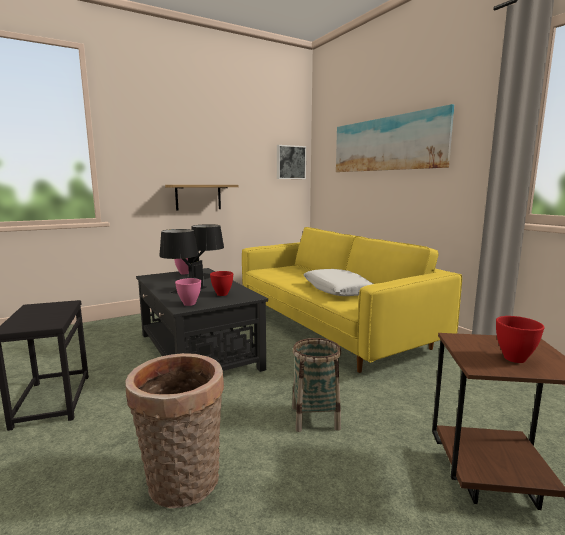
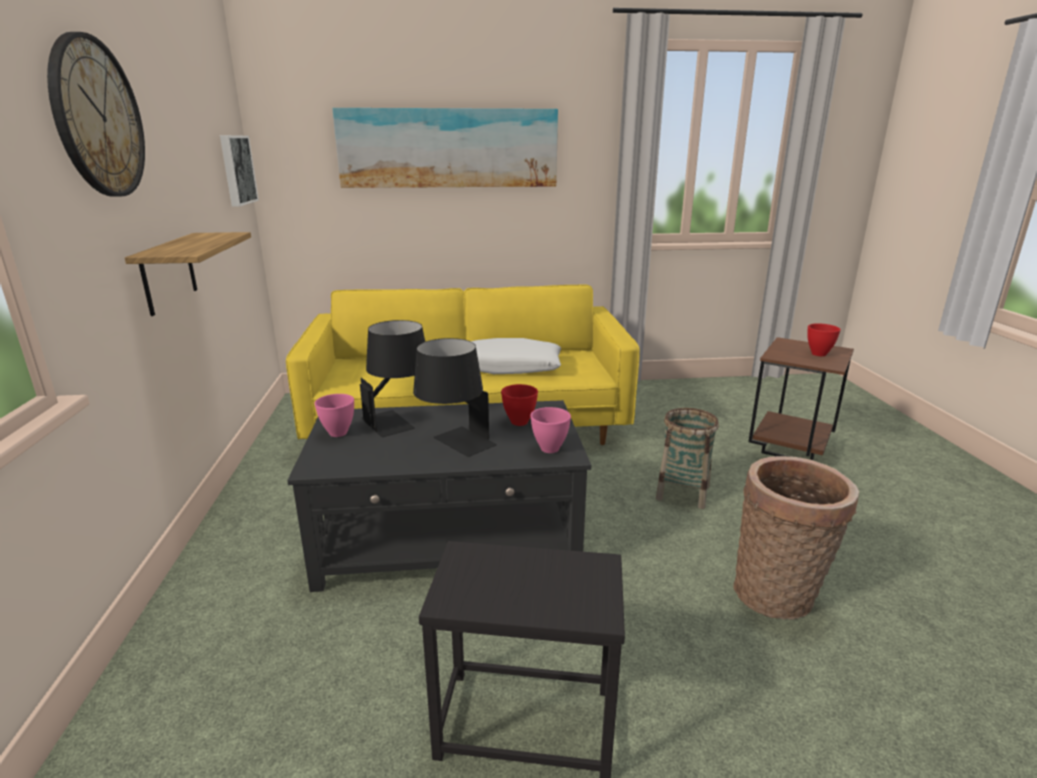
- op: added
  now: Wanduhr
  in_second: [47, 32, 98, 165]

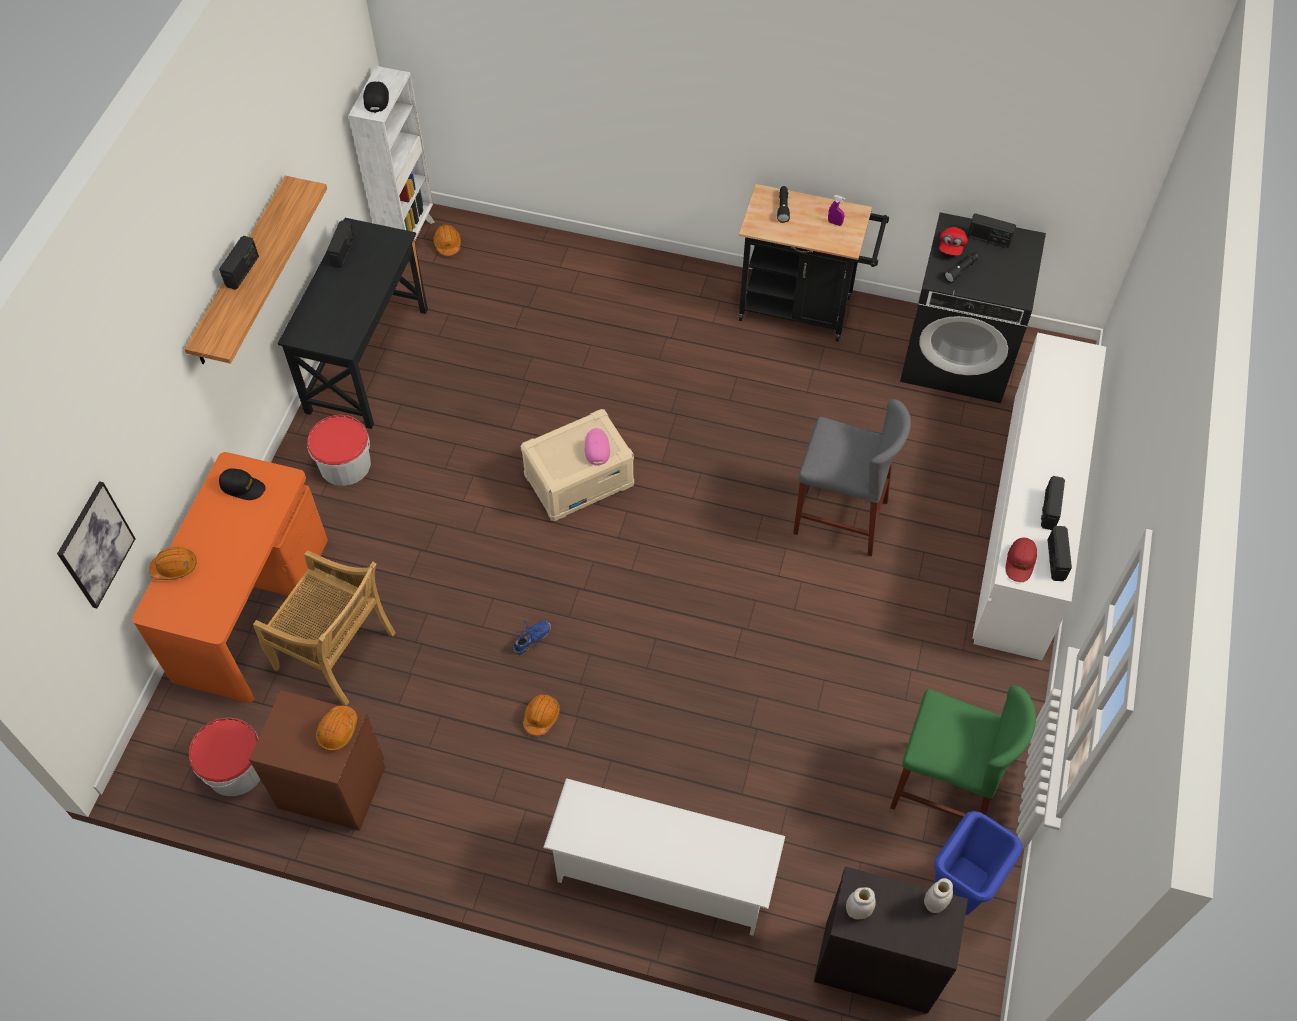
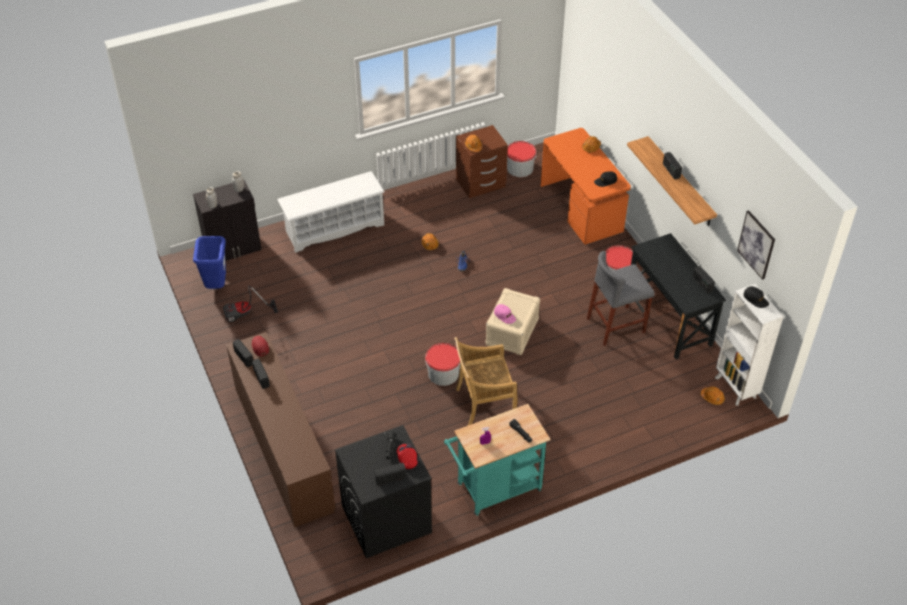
- op: recoloured
  was: Rollwagen/schwarz
  now: Rollwagen/türkis
  in_first: [739, 184, 150, 158]
  in_second: [444, 404, 106, 112]
- op: recoloured
  was: Kommode/weiß
  now: Kommode/braun
  in_first: [972, 333, 134, 327]
  in_second: [226, 332, 109, 196]
- op: moved
  was: Hocker/grau
  in_first: [793, 399, 118, 158]
  in_second: [587, 251, 68, 95]
- op: moved
  was: Bild
  in_first: [57, 481, 79, 127]
  in_second: [737, 210, 38, 70]
- op: moved
  was: Stuhl/beige
  in_first: [253, 550, 143, 156]
  in_second: [454, 337, 63, 88]
- op: replaced
  was: Hocker/grün
  now: Staubsauger
  in_first: [890, 686, 146, 132]
  in_second: [223, 285, 55, 37]
- op: added
  now: Eimer
  in_second: [425, 343, 35, 43]

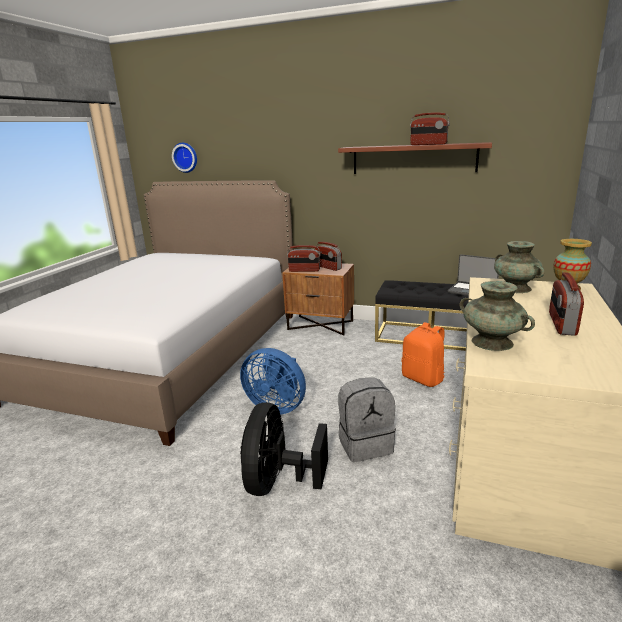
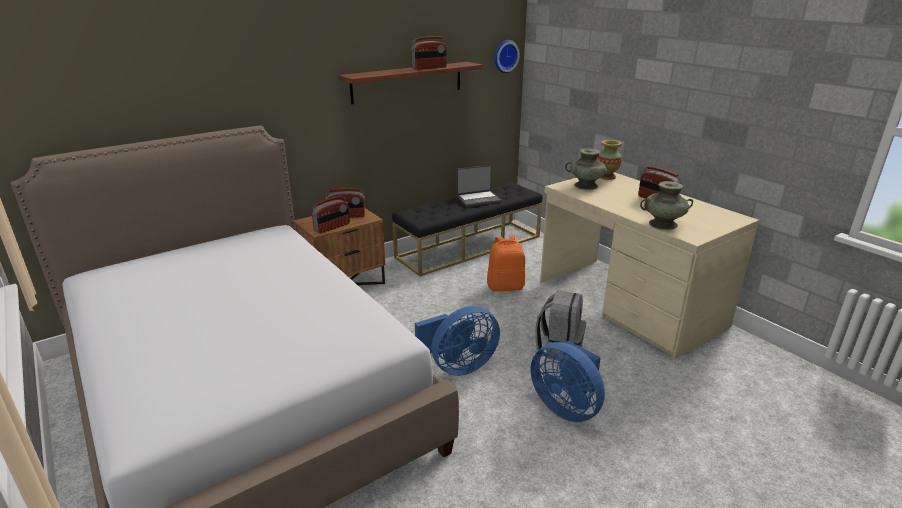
- op: moved
  was: Wanduhr
  in_first: [172, 143, 25, 30]
  in_second: [494, 40, 26, 33]
- op: recoloured
  was: Ventilator/schwarz
  now: Ventilator/blau
  in_first: [240, 402, 88, 94]
  in_second: [530, 341, 75, 81]

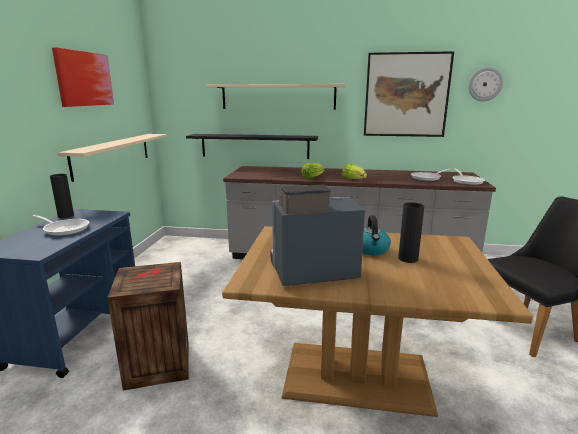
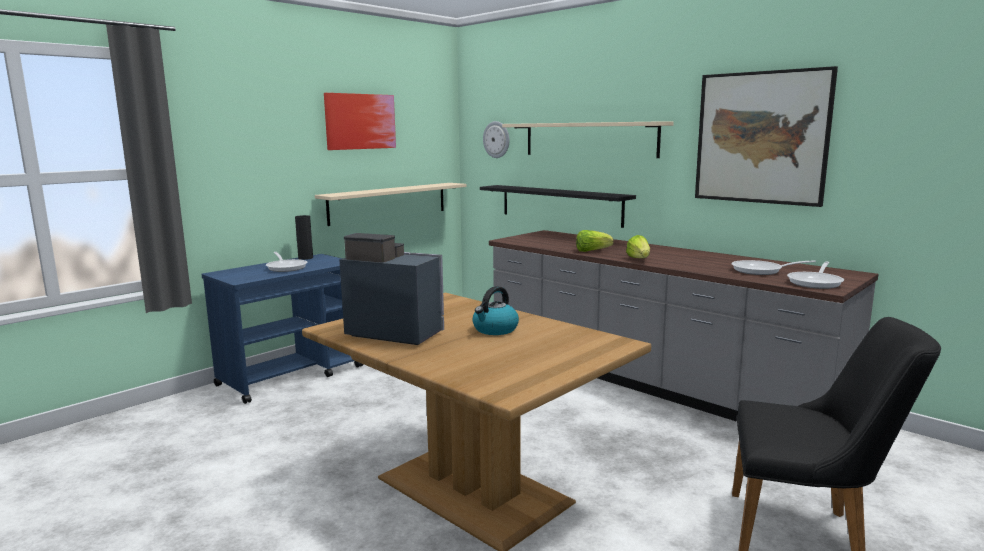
- op: moved
  was: Wanduhr
  in_first: [468, 67, 35, 34]
  in_second: [483, 121, 27, 37]
- op: removed
  was: Vase/schwarz
  in_first: [398, 202, 26, 61]
- op: removed
  was: Kiste
  in_first: [107, 262, 82, 128]

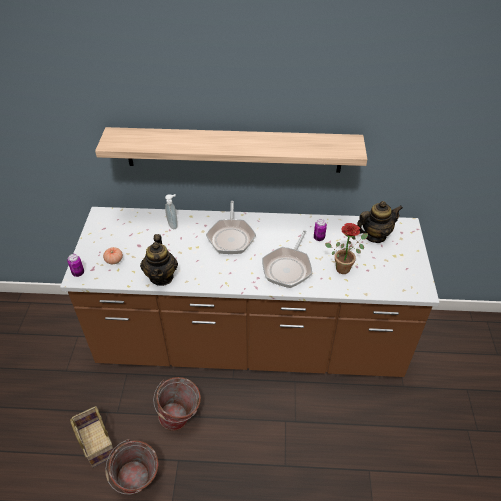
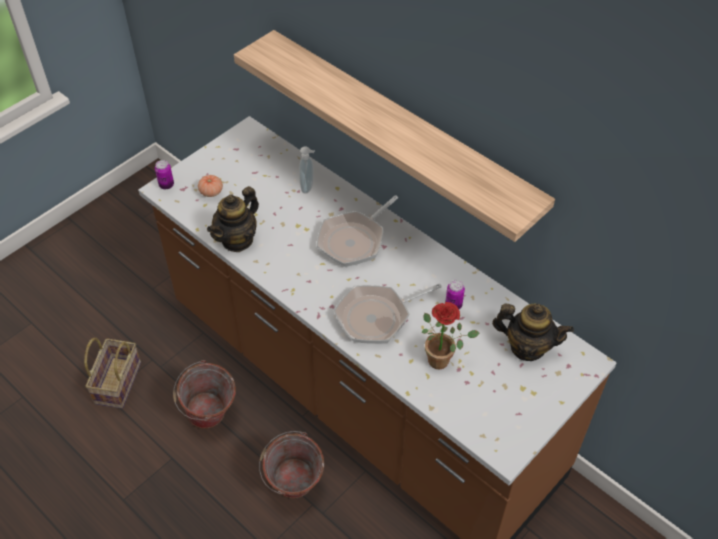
- op: moved
  was: Eimer
  in_first: [105, 439, 53, 55]
  in_second: [259, 431, 65, 68]

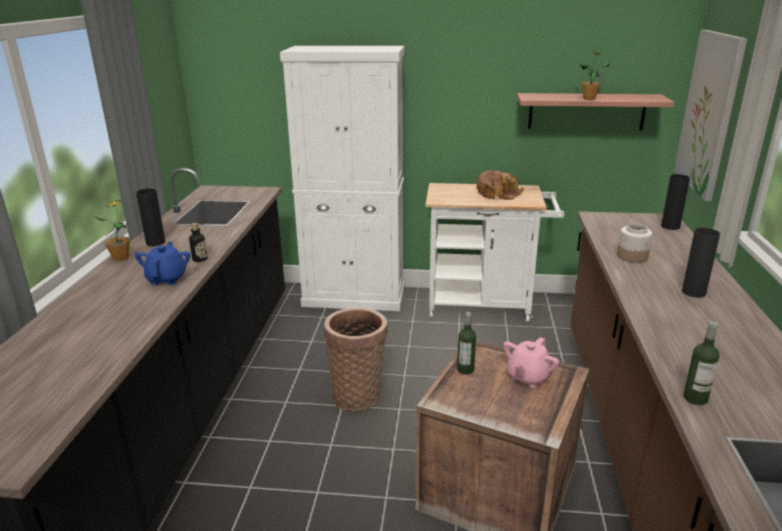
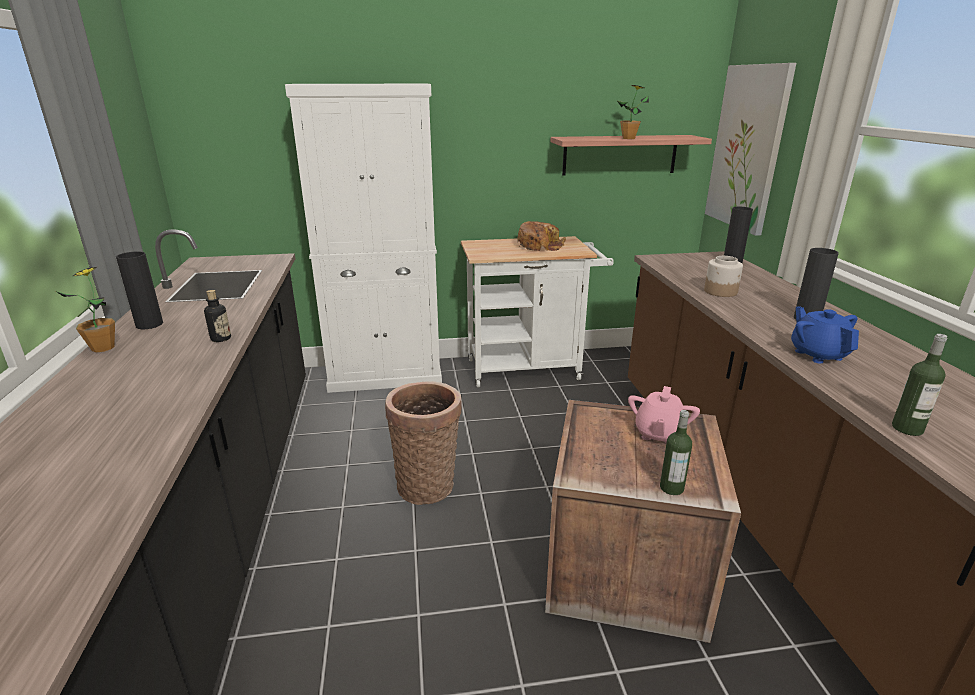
- op: moved
  was: Teekanne/blau
  in_first: [135, 242, 55, 44]
  in_second: [791, 306, 68, 58]
- op: moved
  was: Flasche
  in_first: [457, 312, 19, 63]
  in_second: [660, 410, 32, 85]

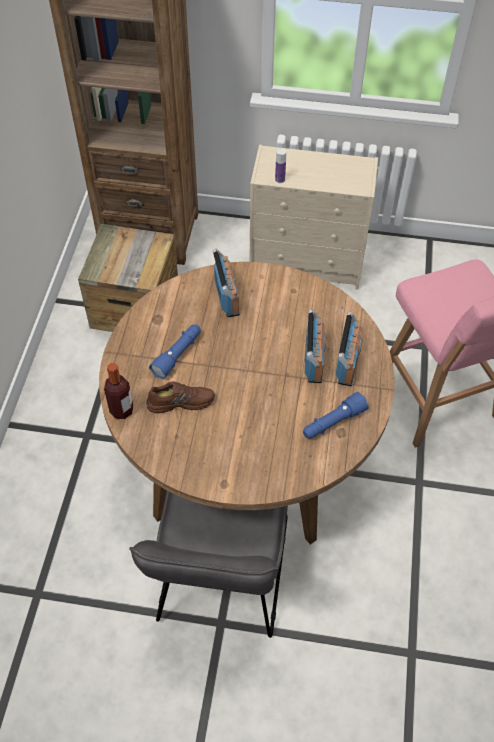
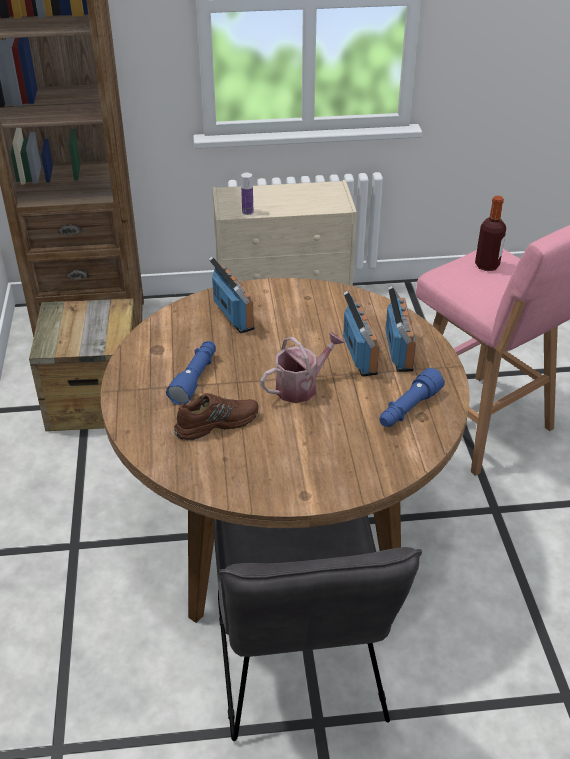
- op: moved
  was: Flasche
  in_first: [104, 363, 29, 56]
  in_second: [475, 196, 31, 75]
- op: added
  now: Gießkanne
  in_second: [260, 332, 85, 71]

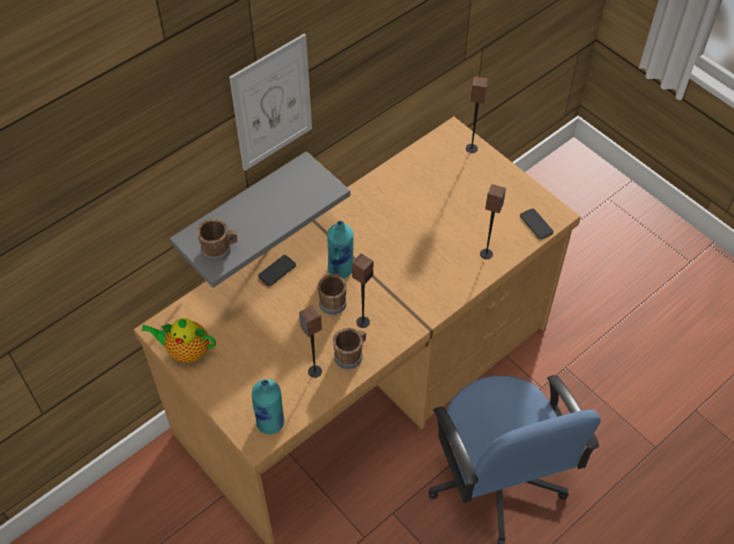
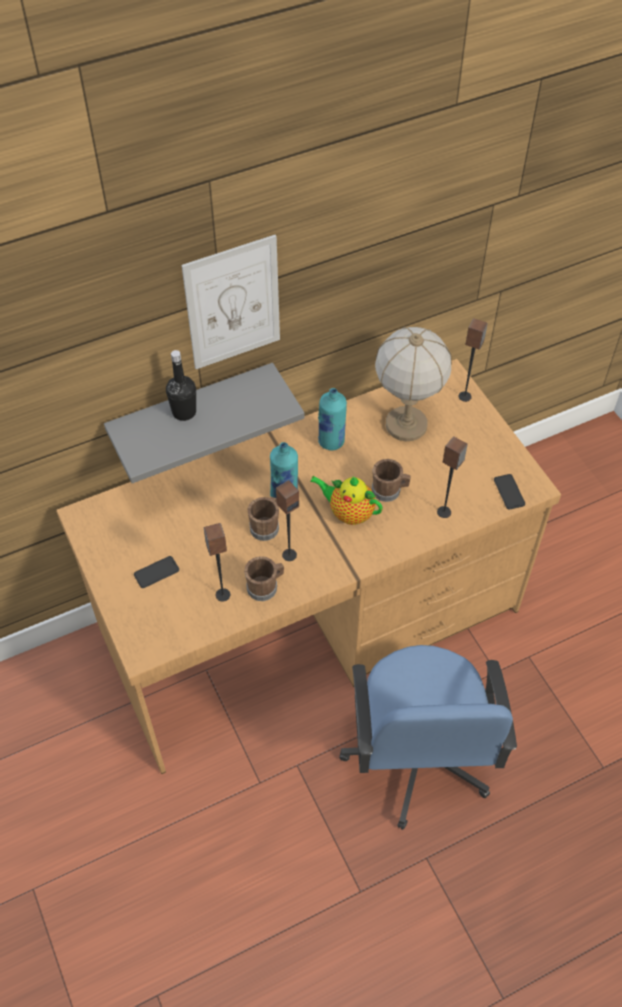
- op: moved
  was: Henkelbecher/braun
  in_first: [197, 219, 40, 43]
  in_second: [372, 459, 38, 43]
- op: moved
  was: Handy
  in_first: [258, 255, 38, 31]
  in_second: [134, 556, 45, 32]
- op: moved
  was: Teekanne
  in_first: [141, 318, 75, 45]
  in_second: [310, 476, 73, 49]
- op: moved
  was: Flasche/türkis
  in_first: [252, 379, 32, 55]
  in_second: [318, 388, 29, 63]
- op: added
  now: Tischlampe
  in_second: [375, 327, 77, 114]
- op: added
  now: Flasche/schwarz
  in_second: [166, 350, 30, 71]

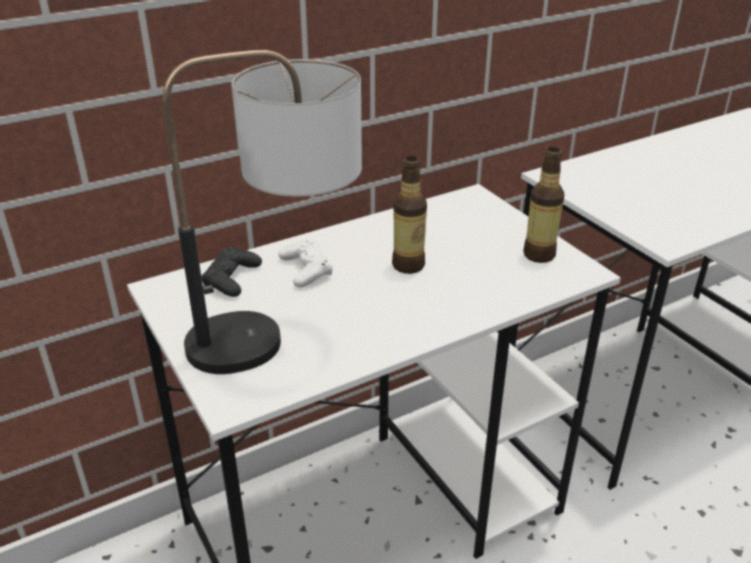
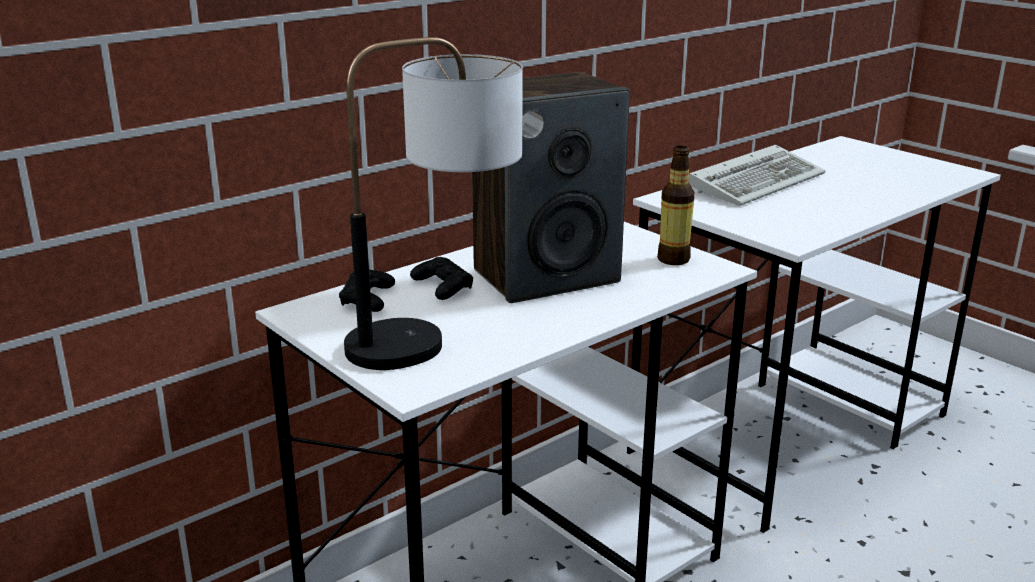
- op: replaced
  was: Flasche
  now: Lautsprecher
  in_first: [392, 156, 35, 118]
  in_second: [472, 72, 158, 231]
- op: recoloured
  was: Gamepad/weiß
  now: Gamepad/schwarz
  in_first: [279, 239, 54, 49]
  in_second: [410, 257, 63, 43]
- op: added
  now: Tastatur
  in_second: [688, 145, 138, 61]

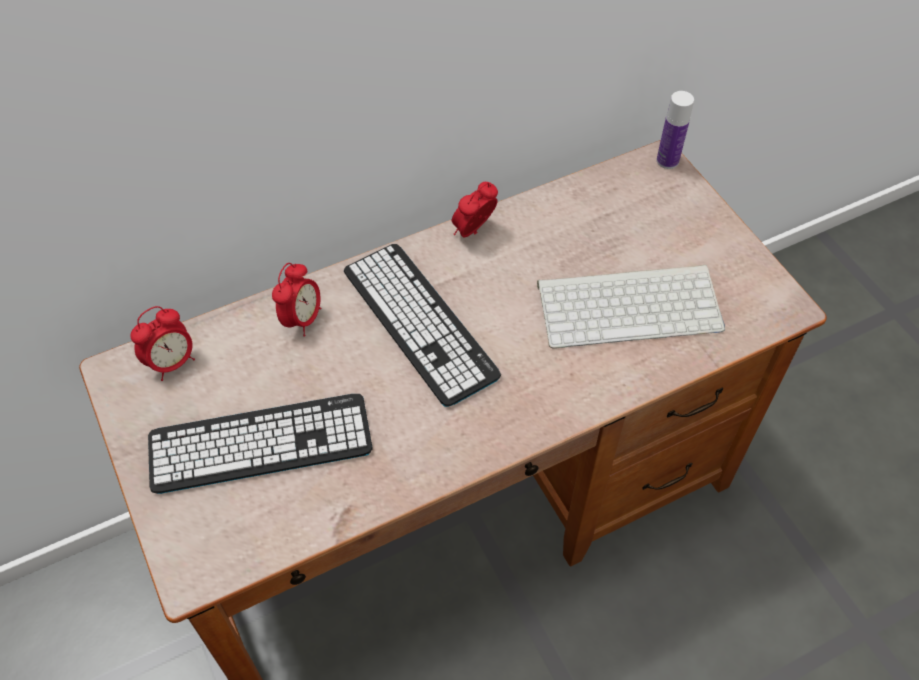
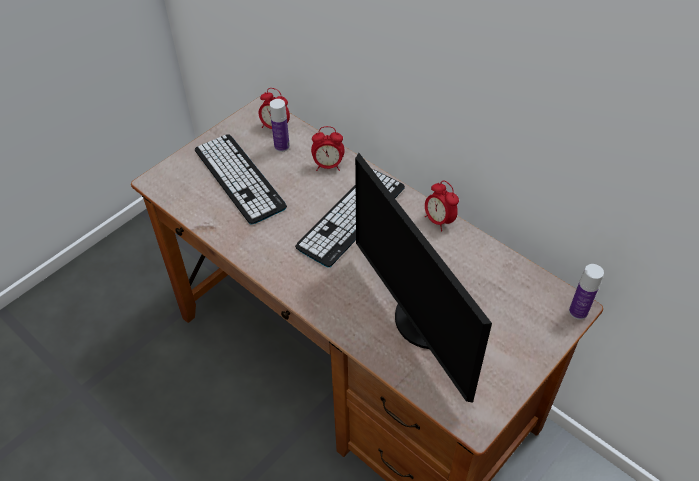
- op: turned
  was: Wecker
  in_first: [452, 182, 46, 56]
  in_second: [425, 181, 34, 51]
  clockwise: -150
- op: replaced
  was: Tastatur
  now: Monitor
  in_first: [537, 265, 188, 83]
  in_second: [355, 153, 137, 250]
- op: added
  now: Flasche
  in_second: [270, 99, 20, 53]

